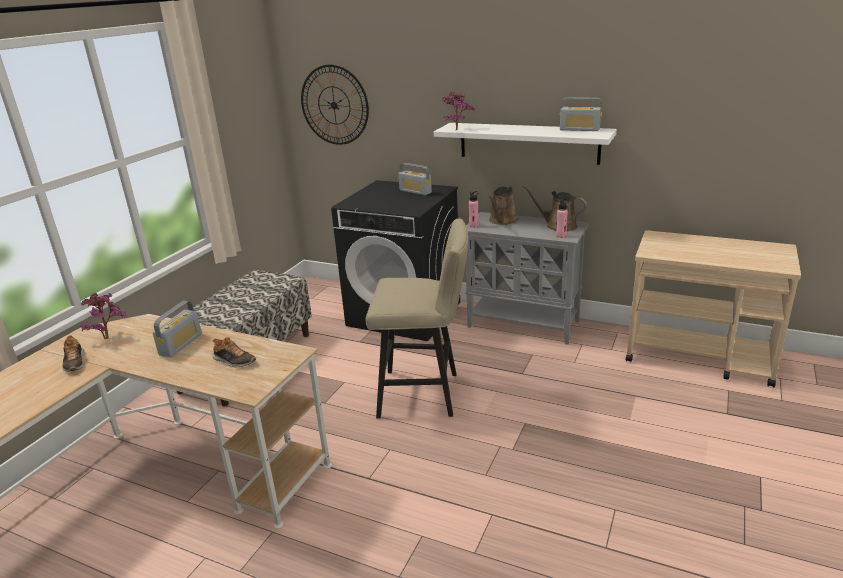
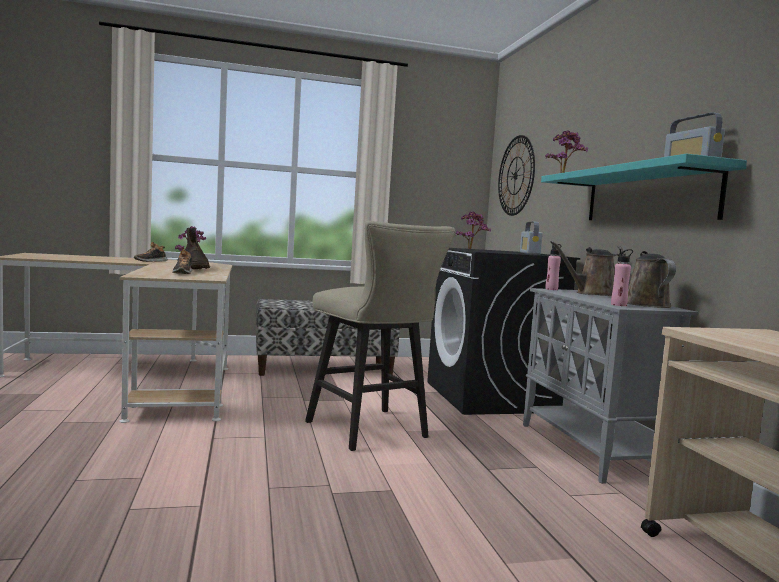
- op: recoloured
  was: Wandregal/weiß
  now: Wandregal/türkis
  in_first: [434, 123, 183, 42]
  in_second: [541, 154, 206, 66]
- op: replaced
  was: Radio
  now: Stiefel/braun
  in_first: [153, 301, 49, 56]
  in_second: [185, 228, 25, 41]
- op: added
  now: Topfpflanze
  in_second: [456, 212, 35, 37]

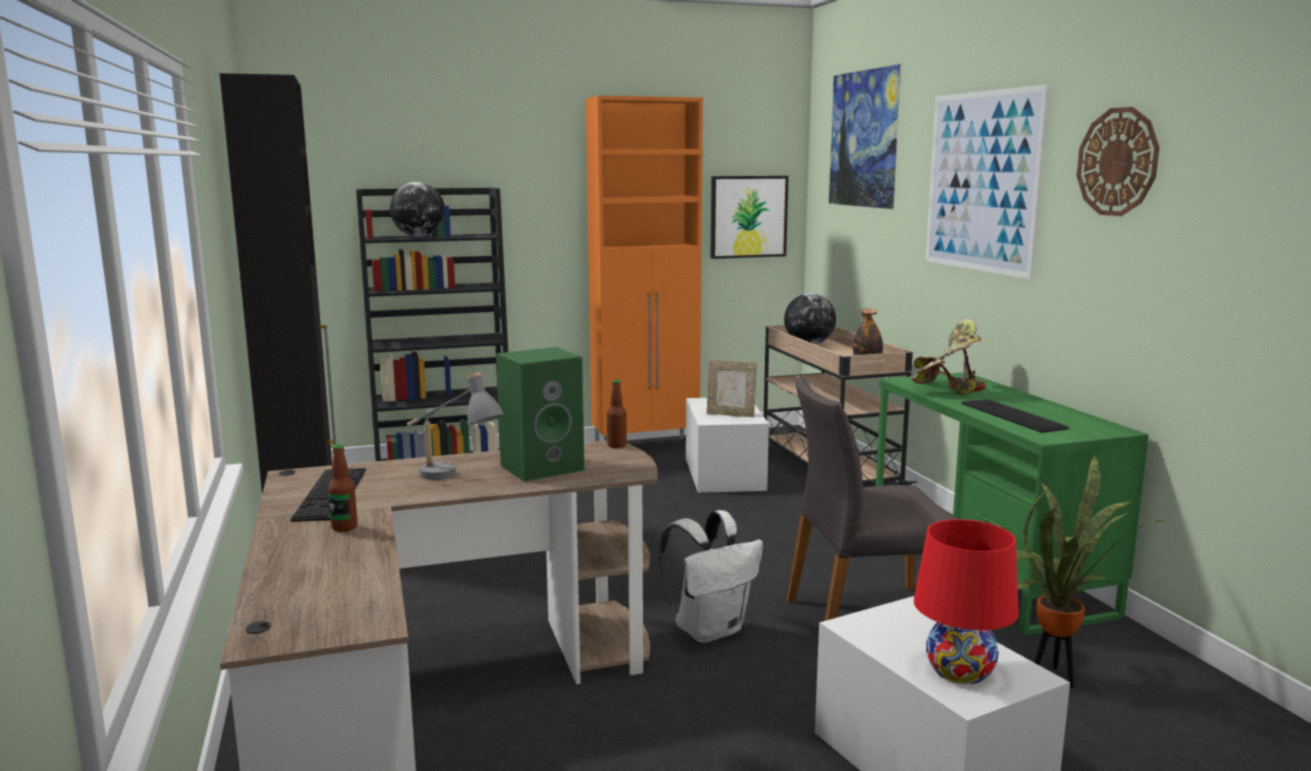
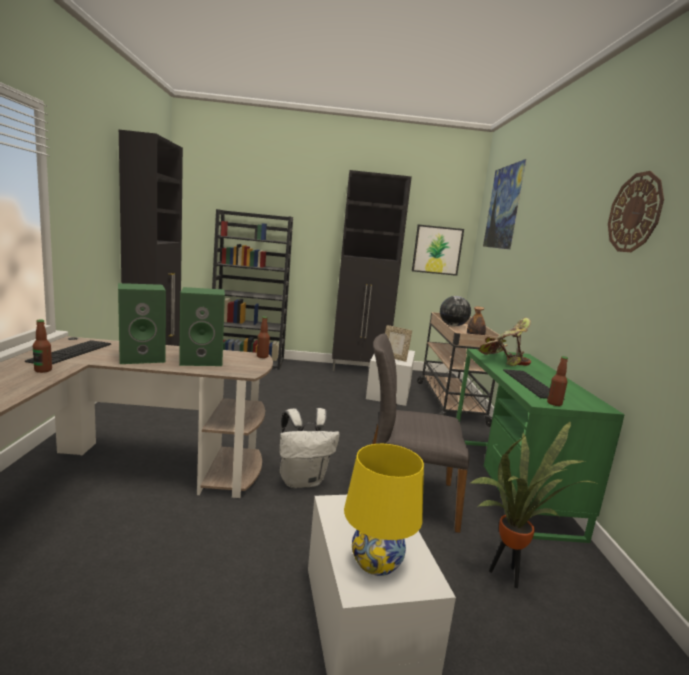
- op: removed
  was: Bild
  in_first: [925, 84, 125, 195]
- op: recoloured
  was: Schrank/orange
  now: Schrank/schwarz
  in_first: [586, 96, 117, 346]
  in_second: [332, 170, 80, 201]
- op: removed
  was: Globus
  in_first: [390, 182, 55, 55]
- op: replaced
  was: Tischlampe/grau
  now: Lautsprecher/grün
  in_first: [407, 372, 97, 108]
  in_second: [118, 283, 48, 81]
- op: recoloured
  was: Tischlampe/rot
  now: Tischlampe/gelb
  in_first: [914, 519, 105, 165]
  in_second: [344, 444, 80, 132]
- op: added
  now: Flasche
  in_second: [547, 356, 21, 50]

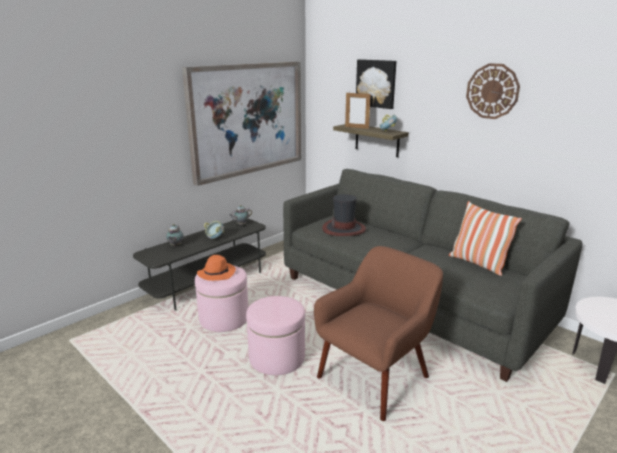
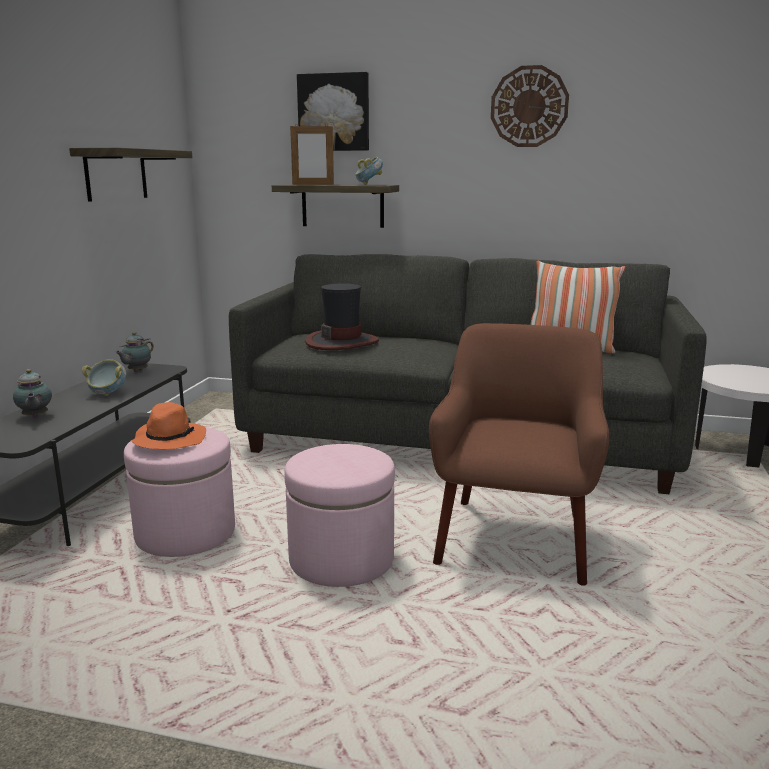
- op: replaced
  was: Bild
  now: Wandregal
  in_first: [182, 62, 119, 124]
  in_second: [69, 147, 123, 55]

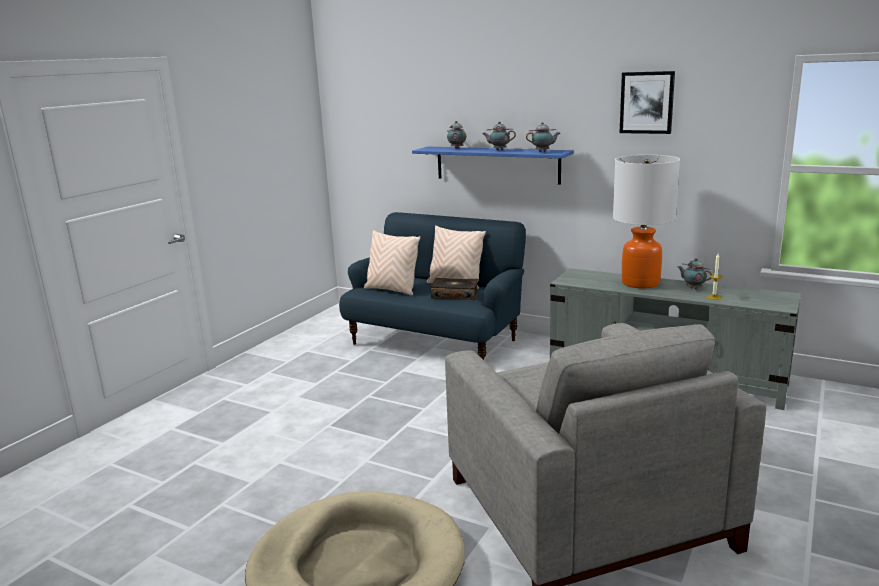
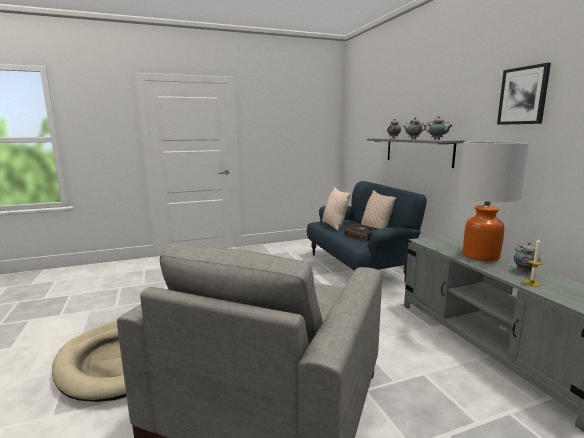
- op: recoloured
  was: Wandregal/blau
  now: Wandregal/grau
  in_first: [412, 147, 162, 38]
  in_second: [367, 138, 98, 30]

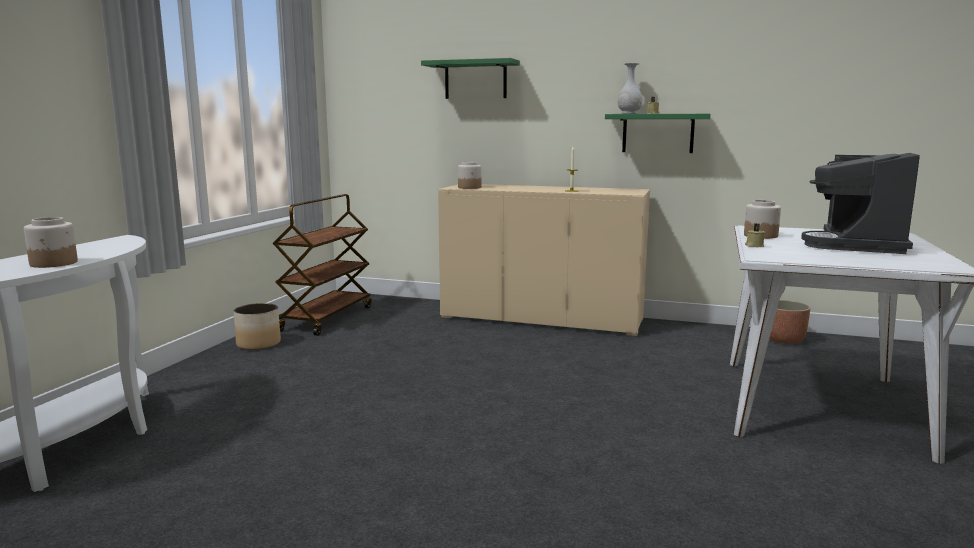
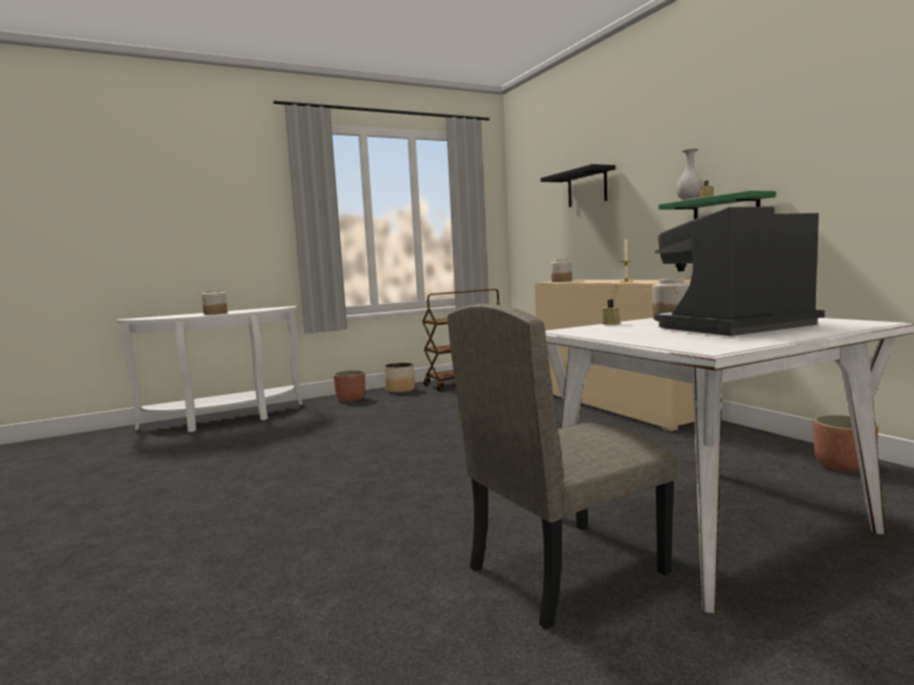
- op: recoloured
  was: Wandregal/grün
  now: Wandregal/schwarz
  in_first: [421, 58, 99, 41]
  in_second: [540, 164, 75, 43]
- op: added
  now: Stuhl/beige
  in_second: [447, 304, 230, 326]
- op: added
  now: Pflanzkübel
  in_second: [333, 370, 33, 32]

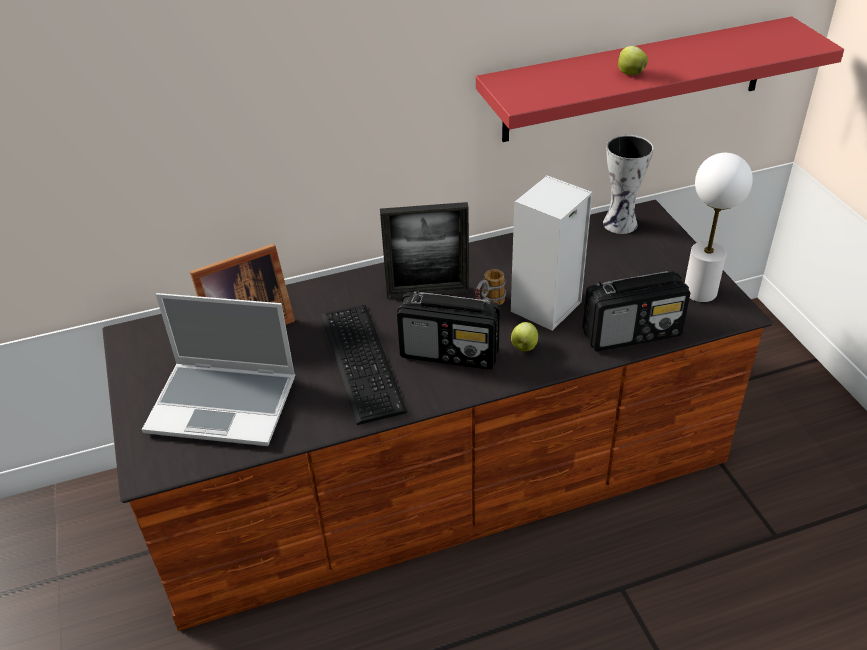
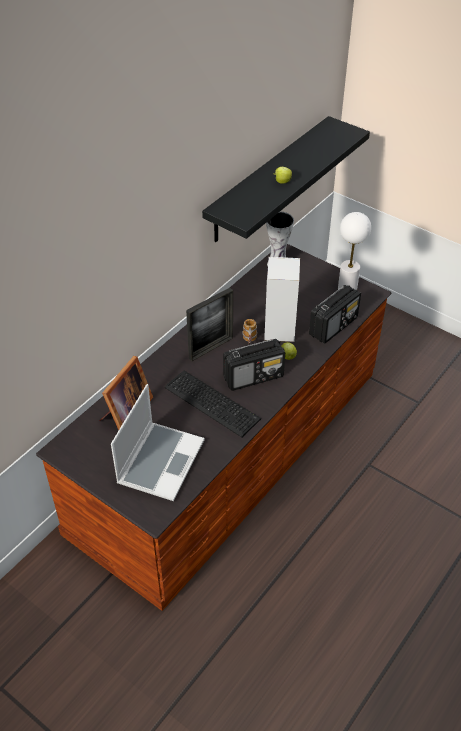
- op: recoloured
  was: Wandregal/rot
  now: Wandregal/schwarz
  in_first: [476, 17, 368, 125]
  in_second: [202, 116, 168, 126]
- op: turned
  was: Laptop
  in_first: [142, 293, 154, 153]
  in_second: [111, 384, 94, 117]
  clockwise: -45

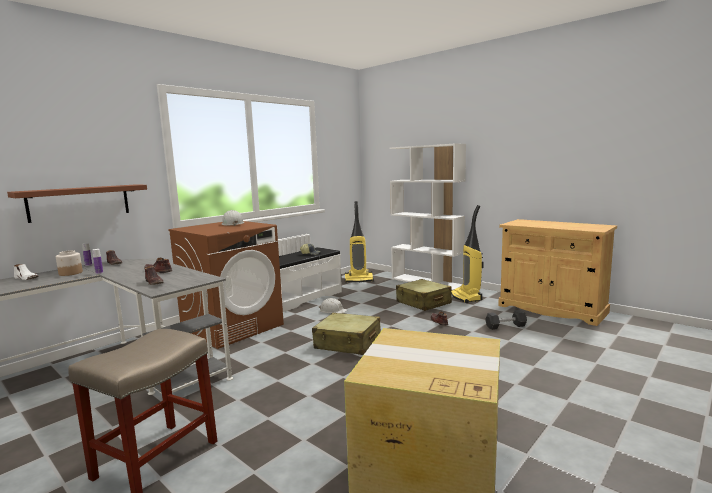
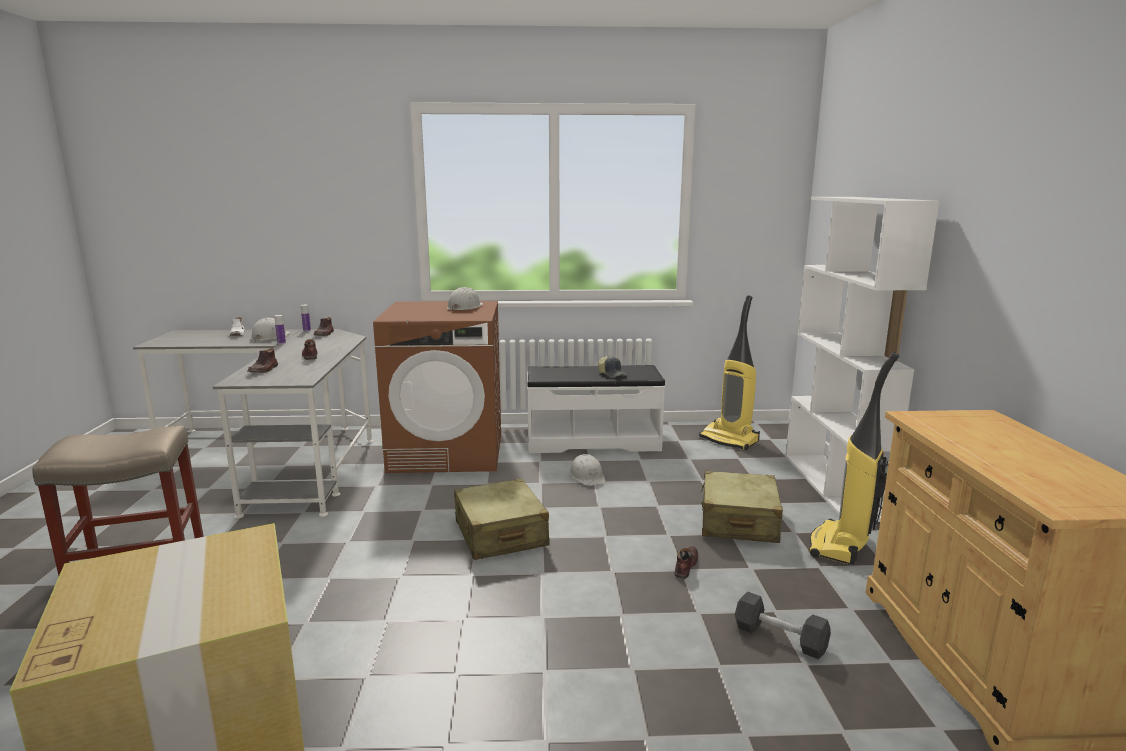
- op: removed
  was: Wandregal/braun
  in_first: [7, 184, 140, 39]
- op: replaced
  was: Vorratsglas
  now: Schutzhelm/weiß
  in_first: [56, 250, 27, 26]
  in_second: [251, 318, 39, 24]

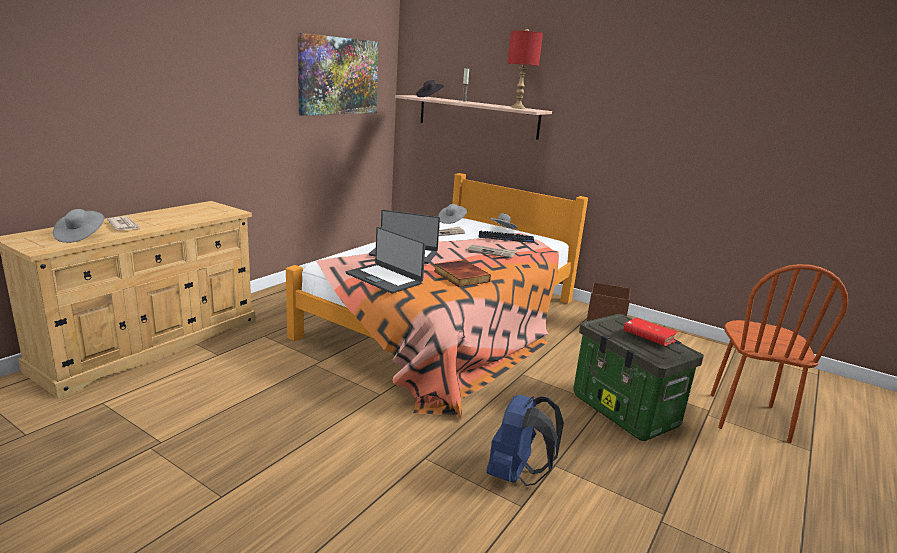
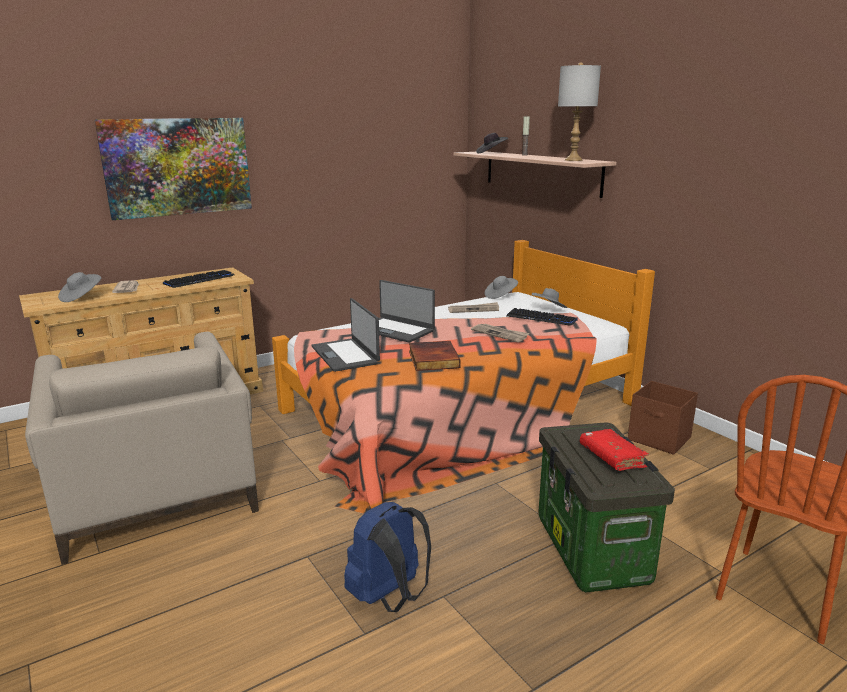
- op: recoloured
  was: Tischlampe/rot
  now: Tischlampe/grau
  in_first: [508, 29, 35, 80]
  in_second: [558, 62, 43, 99]
- op: moved
  was: Bild
  in_first: [298, 33, 81, 83]
  in_second: [94, 118, 158, 102]
- op: added
  now: Tastatur
  in_second: [163, 270, 72, 18]
- op: added
  now: Sessel/beige
  in_second: [25, 332, 234, 233]

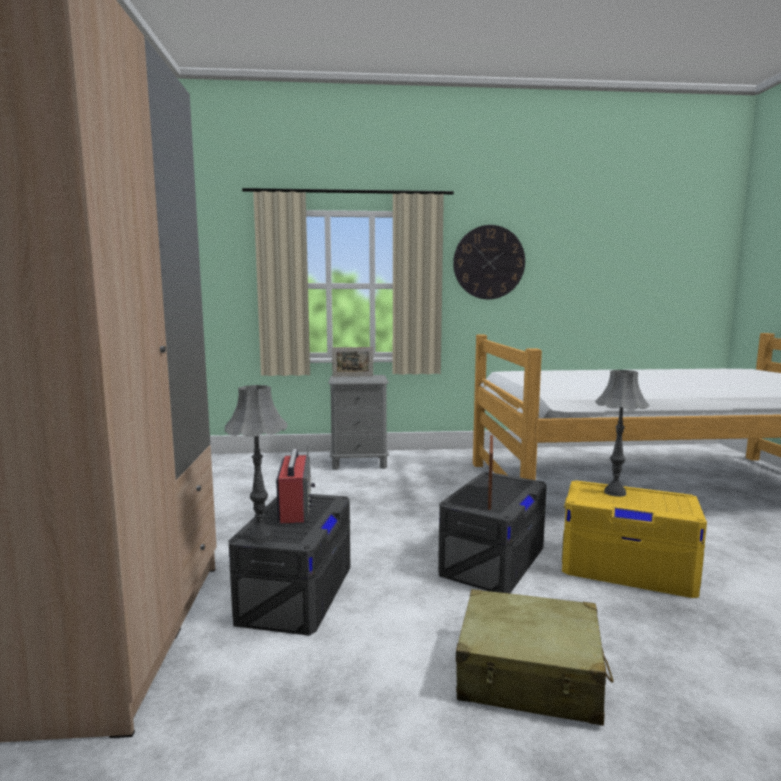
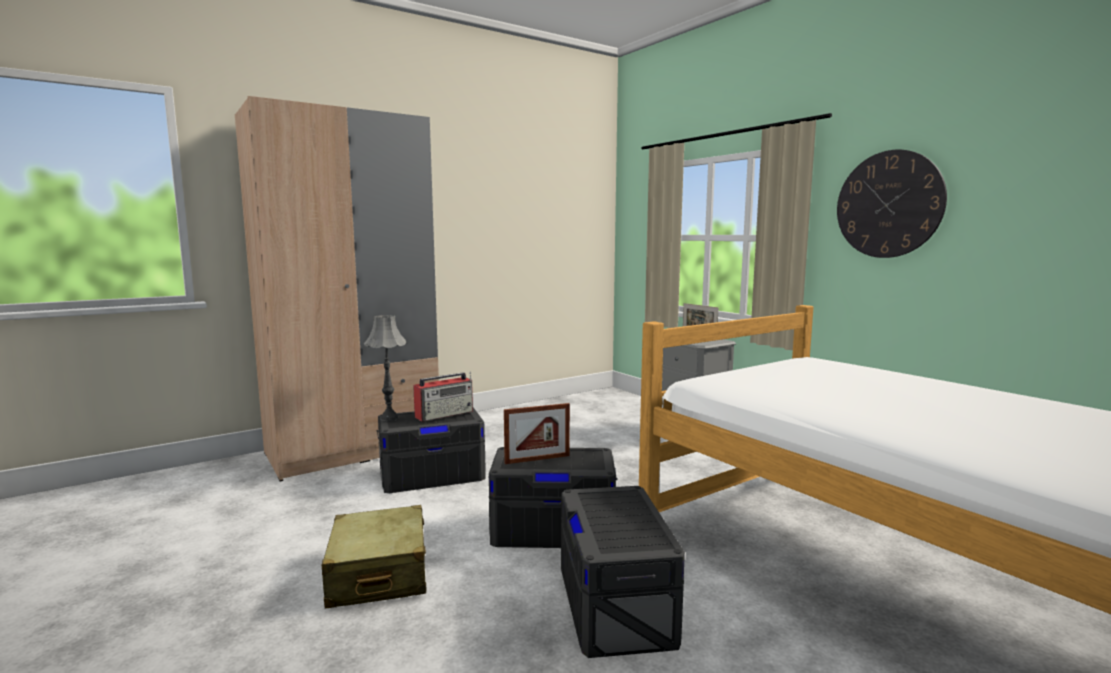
- op: removed
  was: Tischlampe/grau
  in_first: [595, 370, 54, 127]
- op: recoloured
  was: Aufbewahrungsbox/gelb
  now: Aufbewahrungsbox/grau
  in_first: [562, 480, 145, 118]
  in_second: [561, 486, 124, 172]

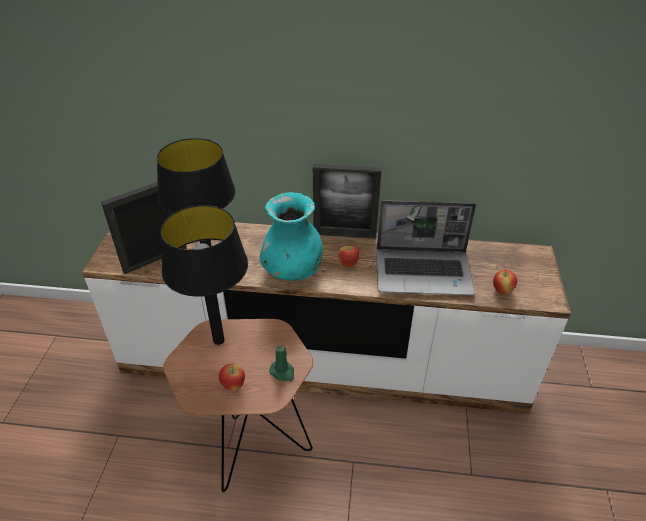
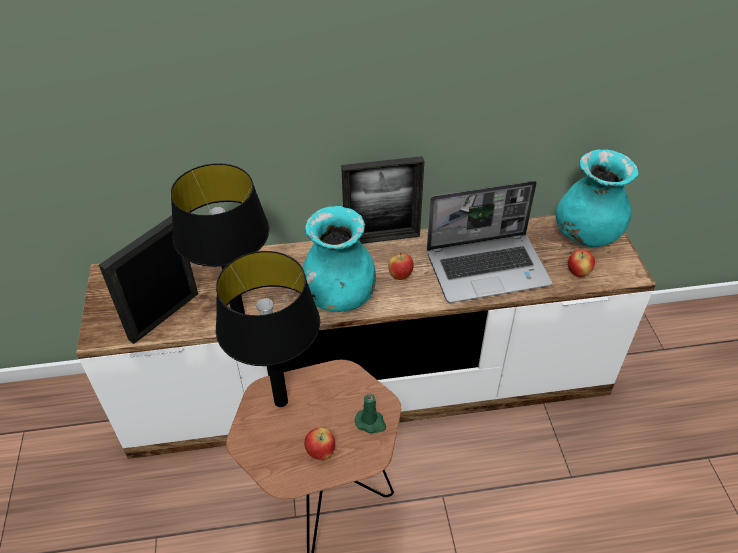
- op: added
  now: Vase/türkis
  in_second: [556, 149, 83, 98]

